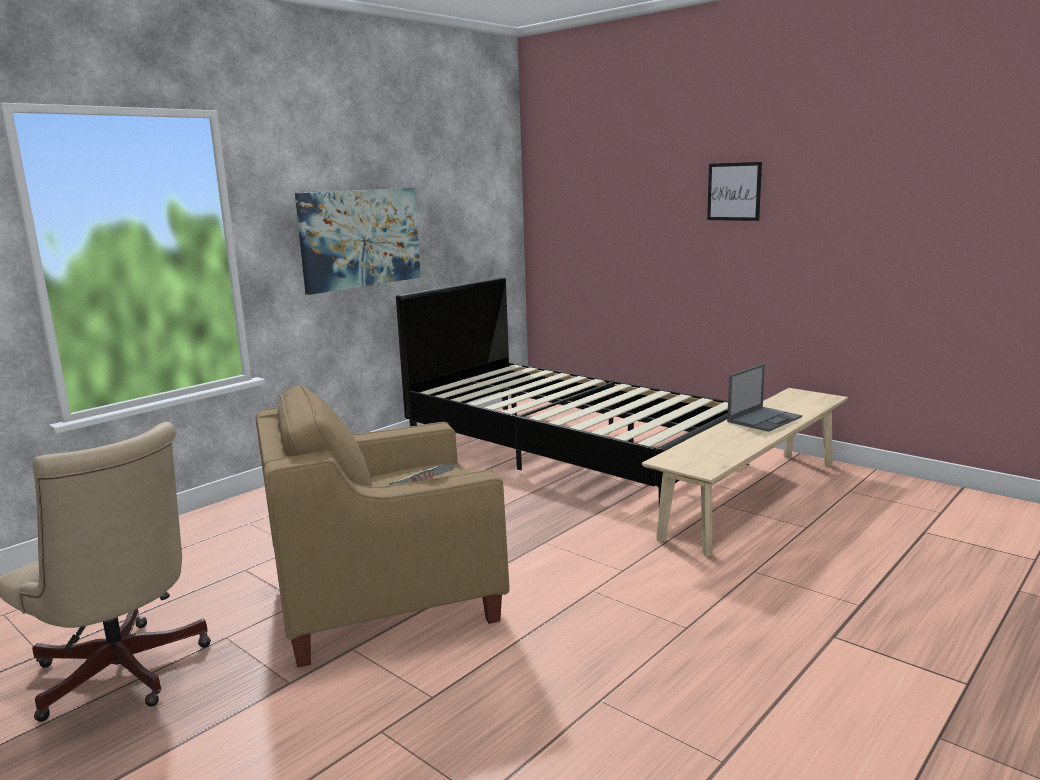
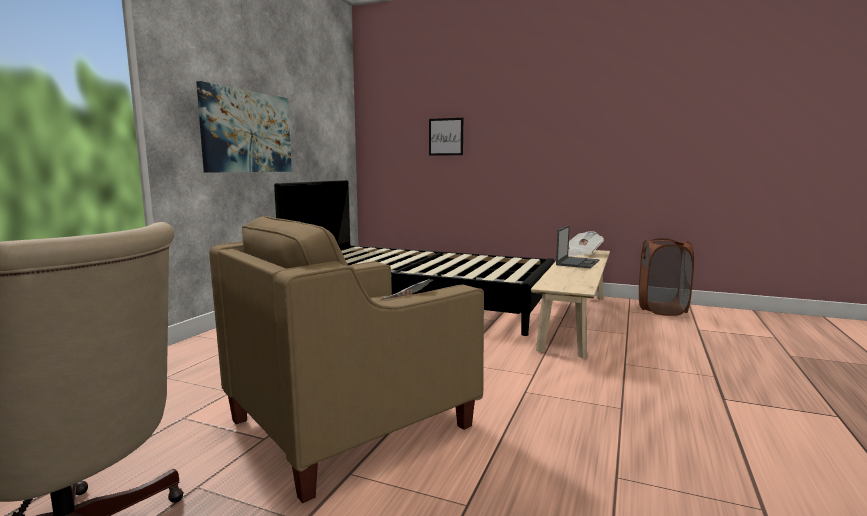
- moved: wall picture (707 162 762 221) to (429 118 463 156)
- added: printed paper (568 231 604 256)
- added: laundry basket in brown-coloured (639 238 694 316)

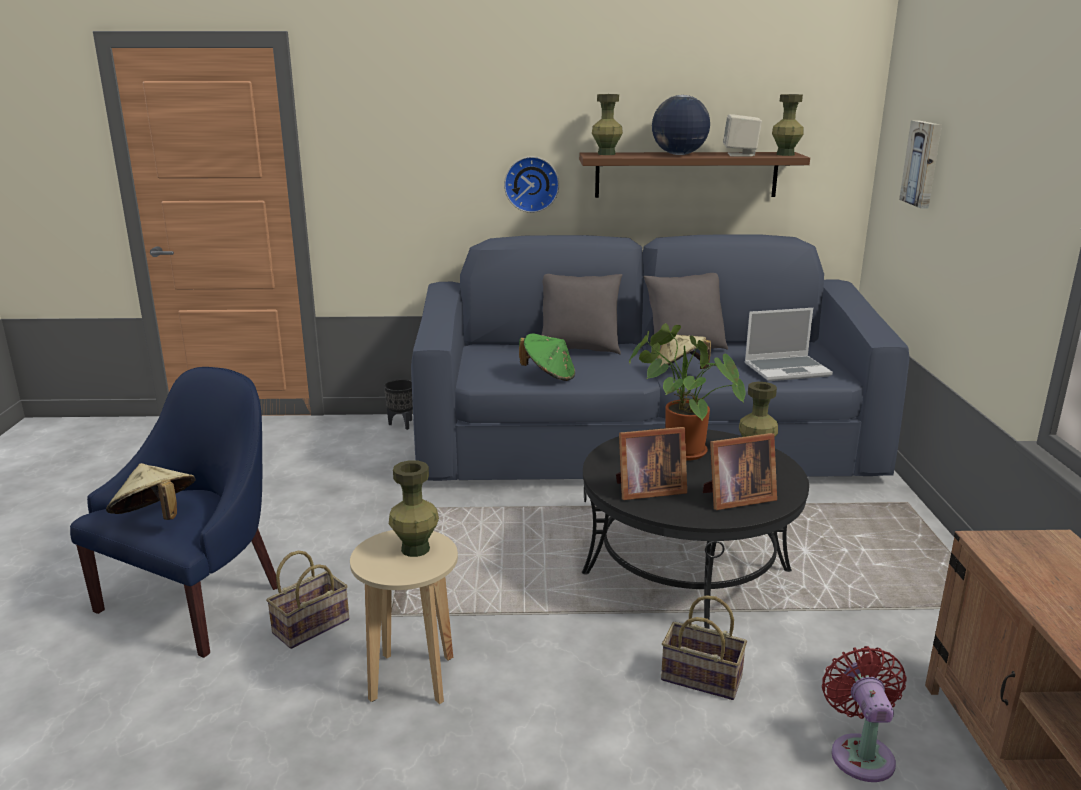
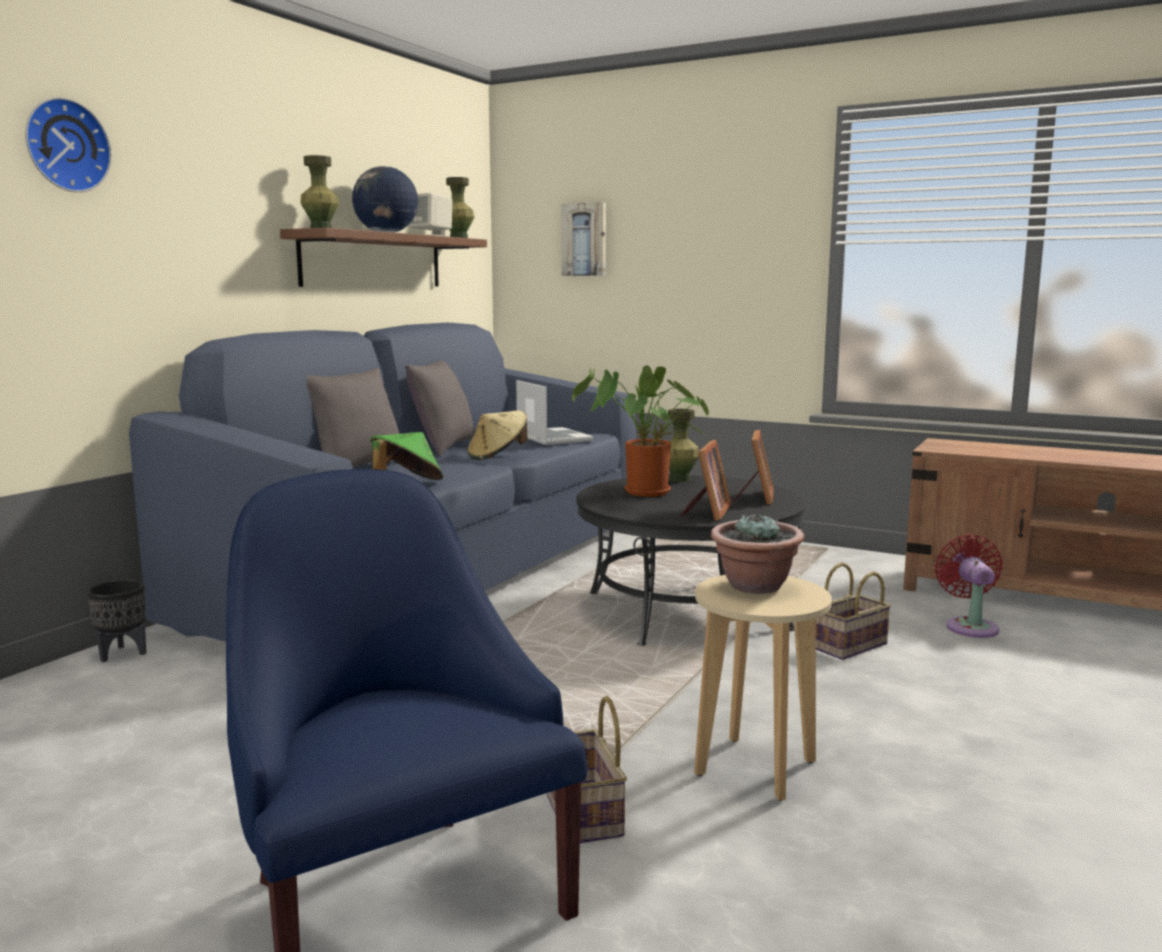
- removed: wearable hat in sand-coloured (106 463 195 520)
- replaced: vase in green (389 460 439 557) to potted plant (711 514 804 594)
- moved: clock on the wall (504 157 559 213) to (25 97 112 192)
- turned: portable computer (744 308 833 381) = (516 380 594 445) 45 degrees counterclockwise
- turned: cooling fan in red (822 646 906 782) = (935 534 1003 638) 60 degrees clockwise

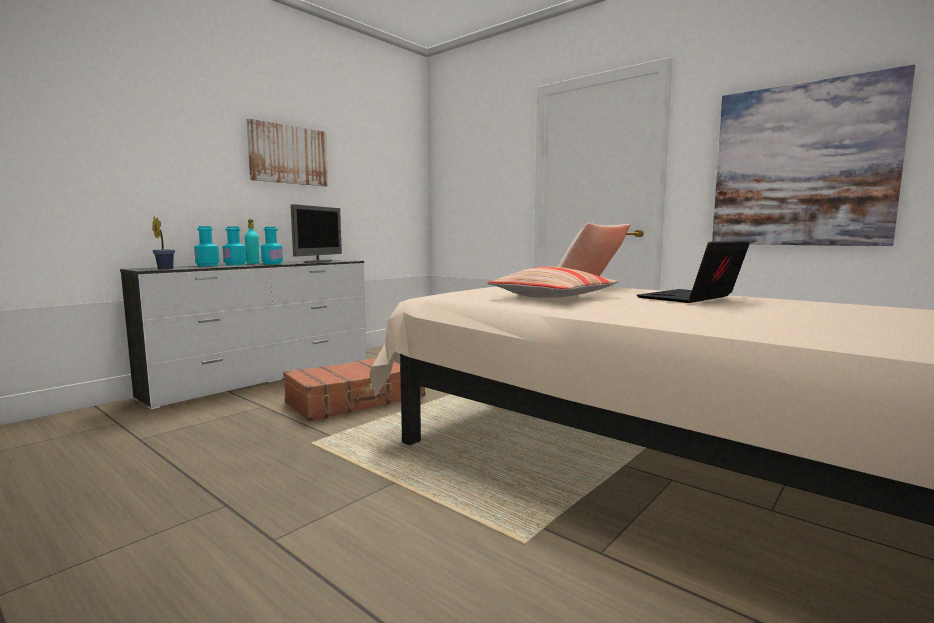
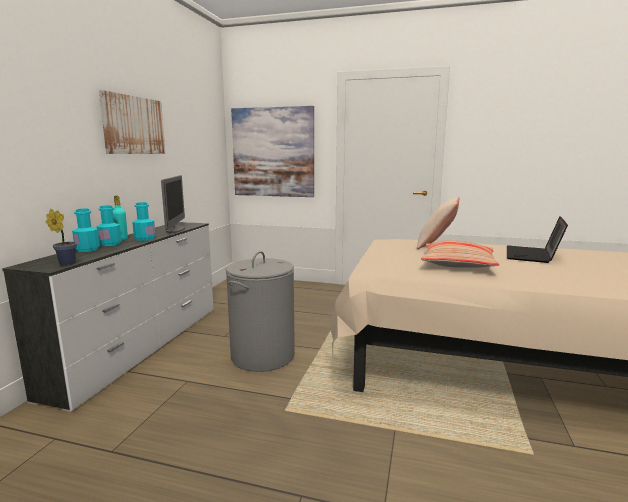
- replaced: piece of luggage in brown-coloured (283 358 426 422) to laundry basket in gray (226 251 295 372)
- moved: wall picture (712 64 915 246) to (231 106 314 197)

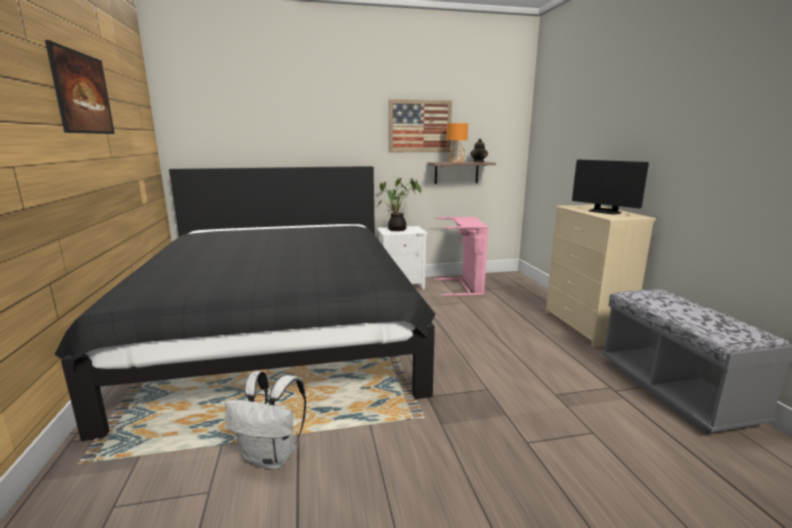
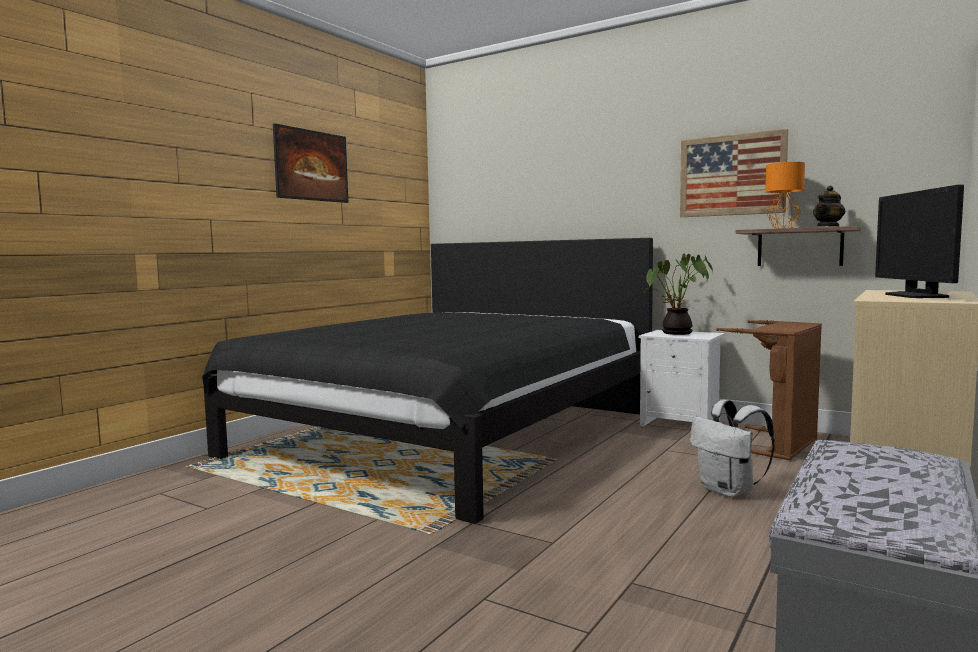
- moved: backpack in white (225 371 306 469) to (690 400 775 497)
- recoloured: laundry basket in pink-coloured (434 217 488 296) to laundry basket in brown-coloured (716 320 822 460)

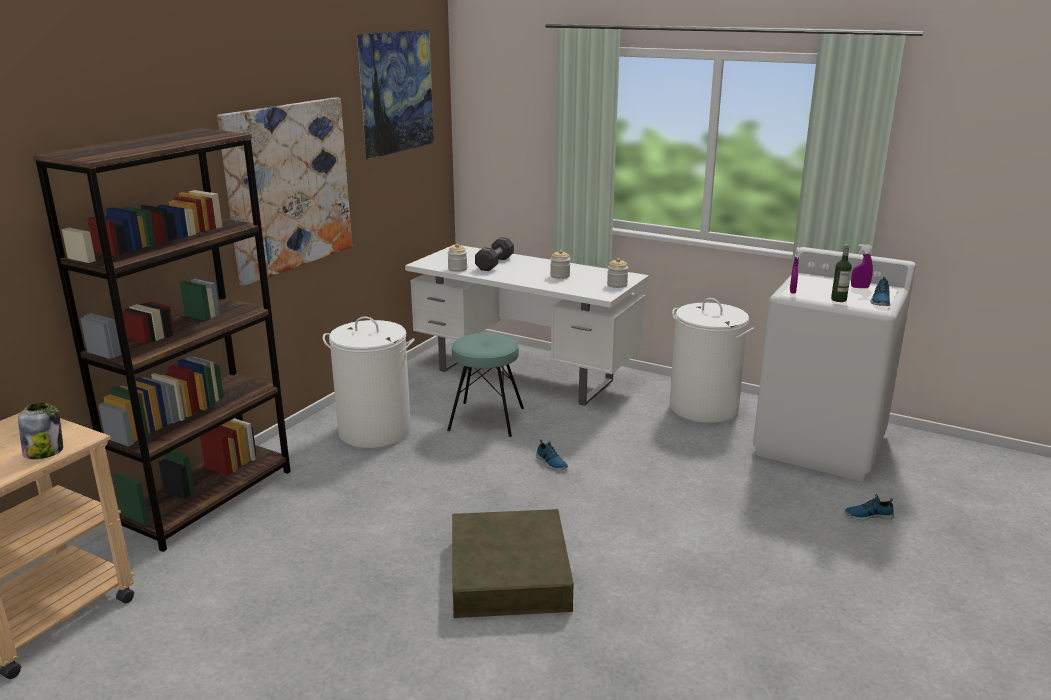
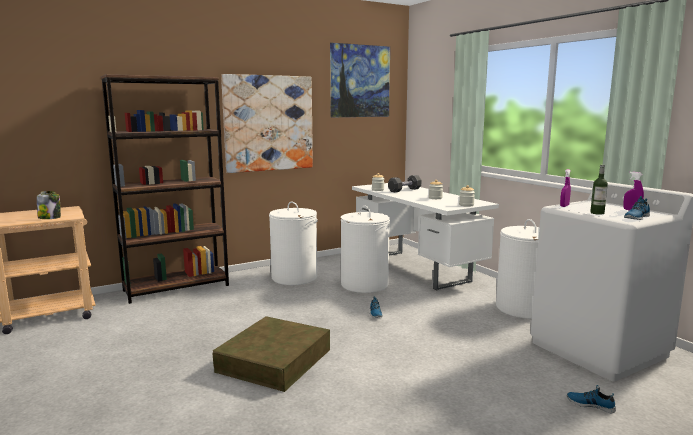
- replaced: stool in blue-green (447 333 524 437) to laundry basket in white (340 206 390 293)

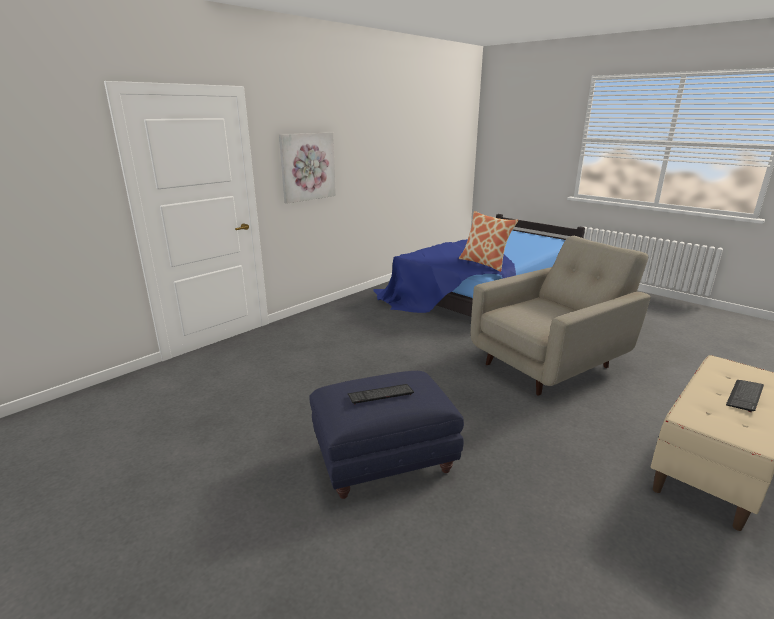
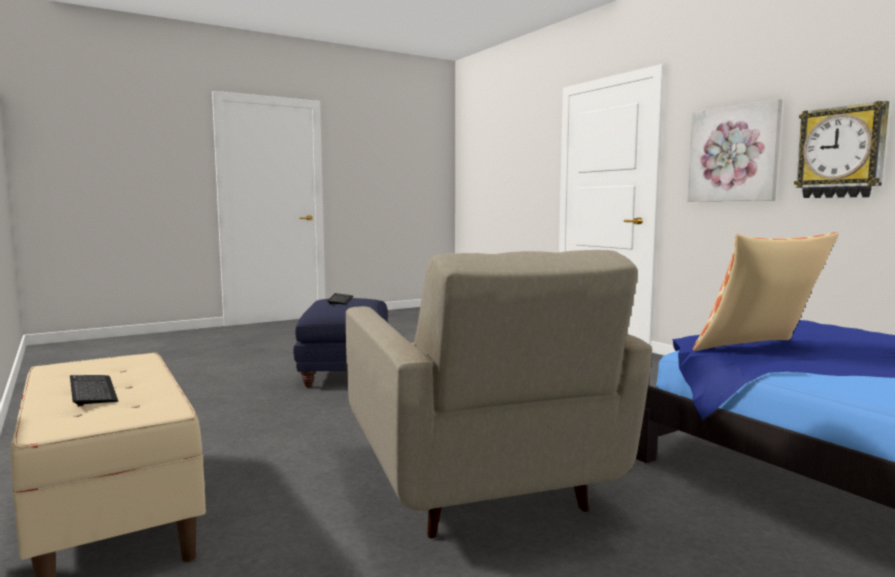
- added: clock on the wall (794 101 889 198)

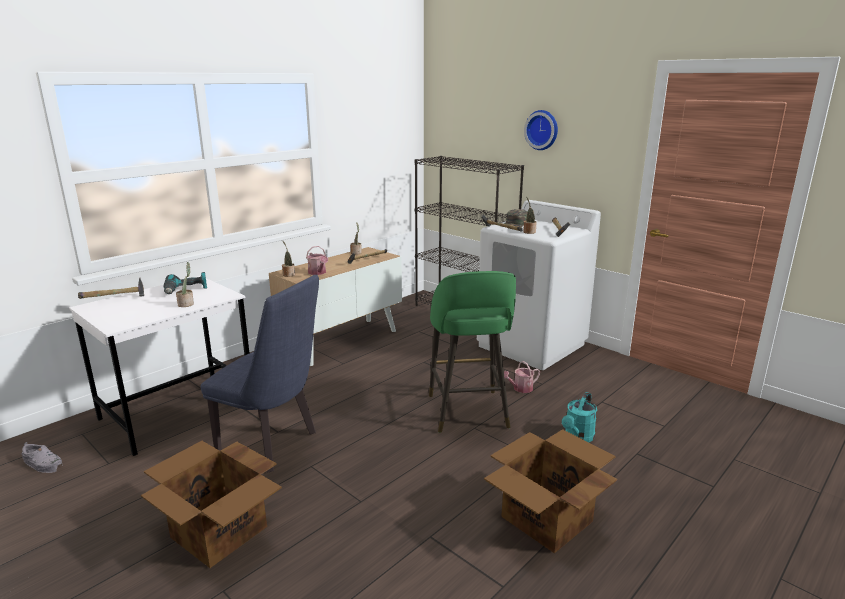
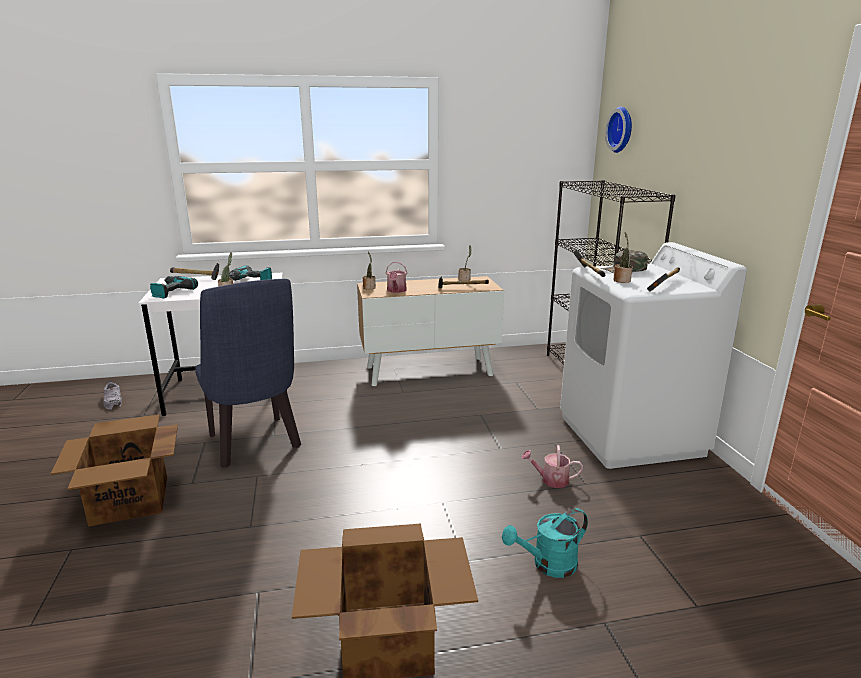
- removed: stool in green (429 271 516 433)
- moved: clock on the wall (524 110 558 150) to (605 107 632 153)
- added: electric drill (150 276 198 299)

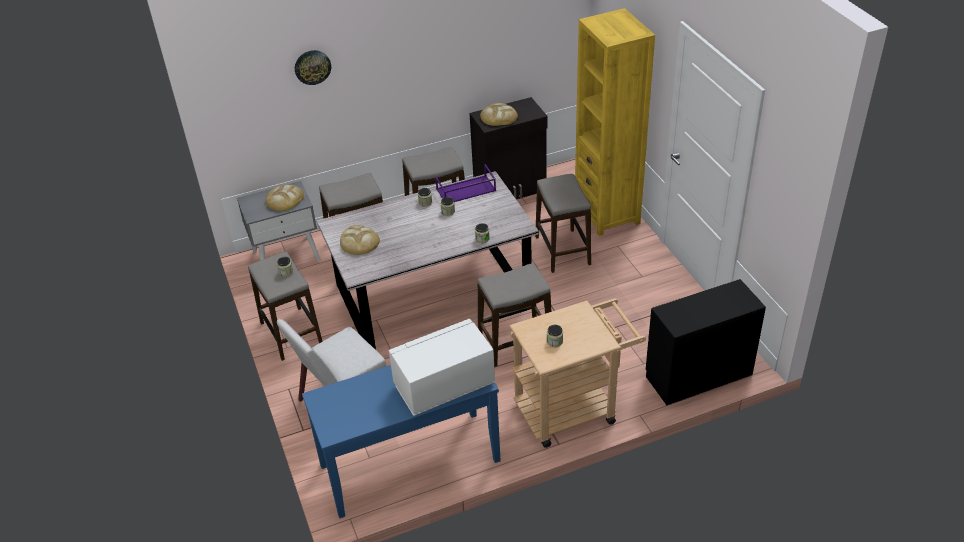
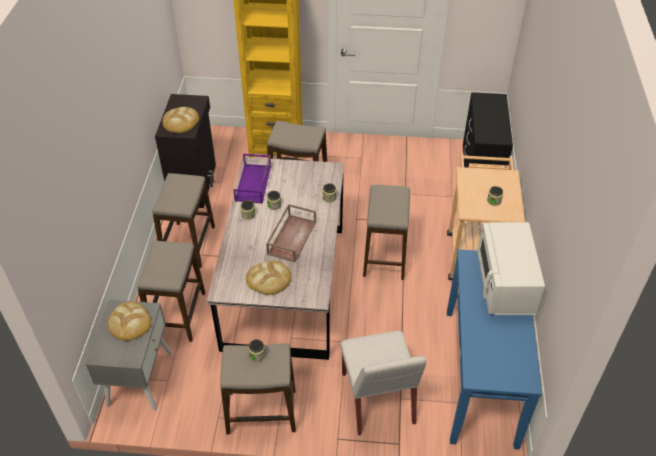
- removed: clock on the wall (295 50 331 85)
- added: carrying tray in brown-coloured (266 204 316 262)

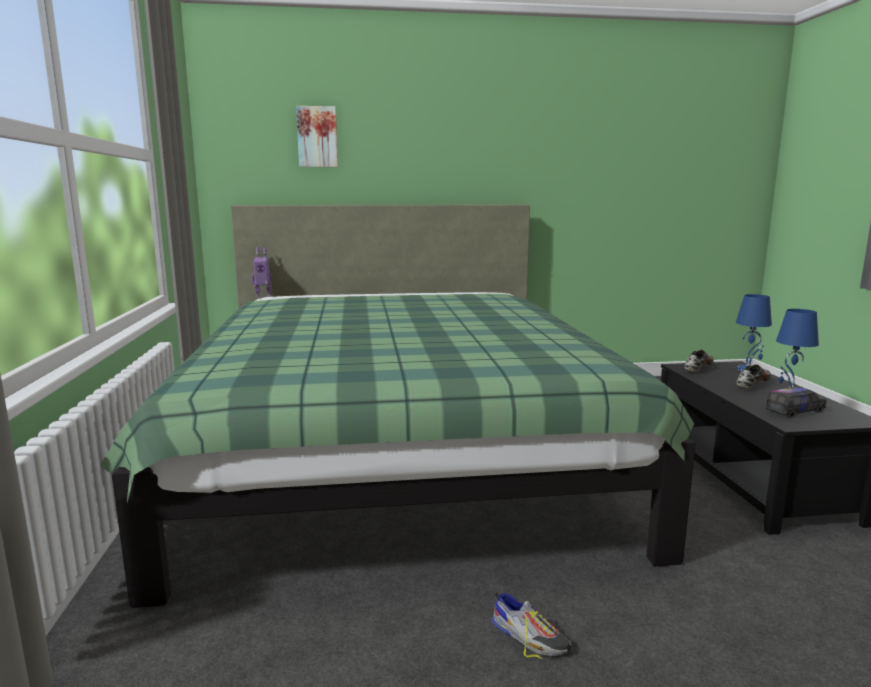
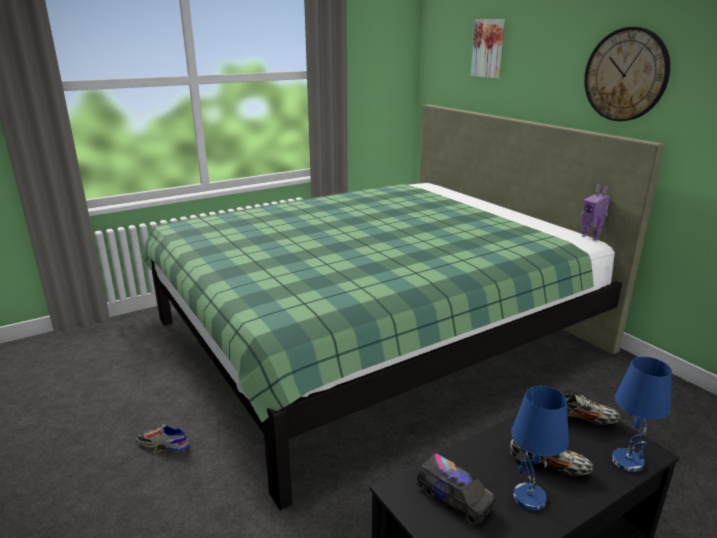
- moved: toy robot (252 247 272 297) to (581 184 610 240)
- turned: low shoe (492 592 571 659) = (137 424 190 454) 90 degrees clockwise
- added: clock on the wall (584 27 670 121)

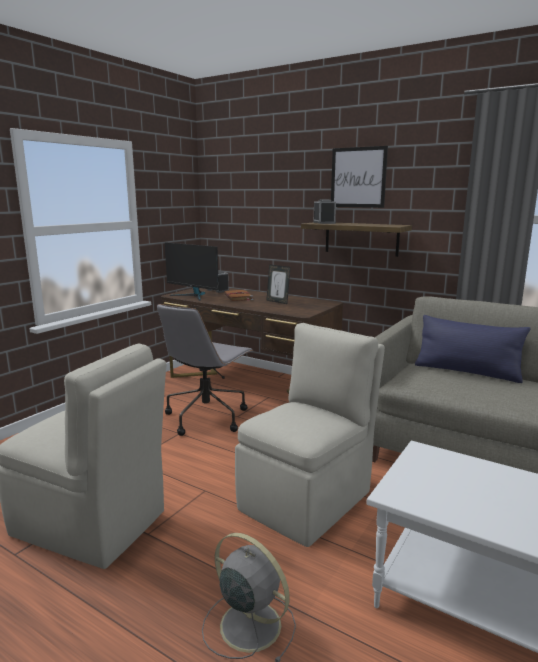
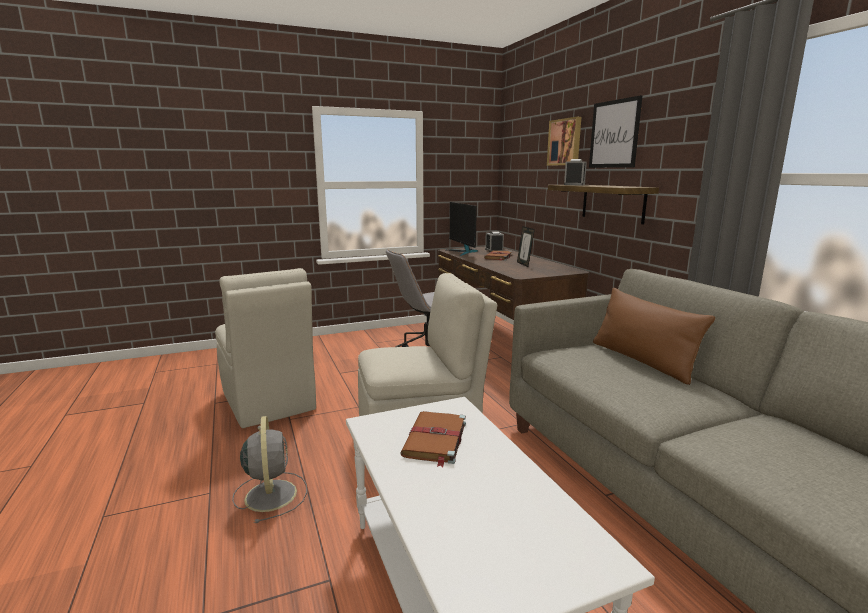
- recoloured: throw pillow in blue (415 315 530 383) to throw pillow in brown-coloured (593 288 715 385)
- added: book in brown-coloured (400 411 466 467)
- added: wall picture (547 117 581 166)

